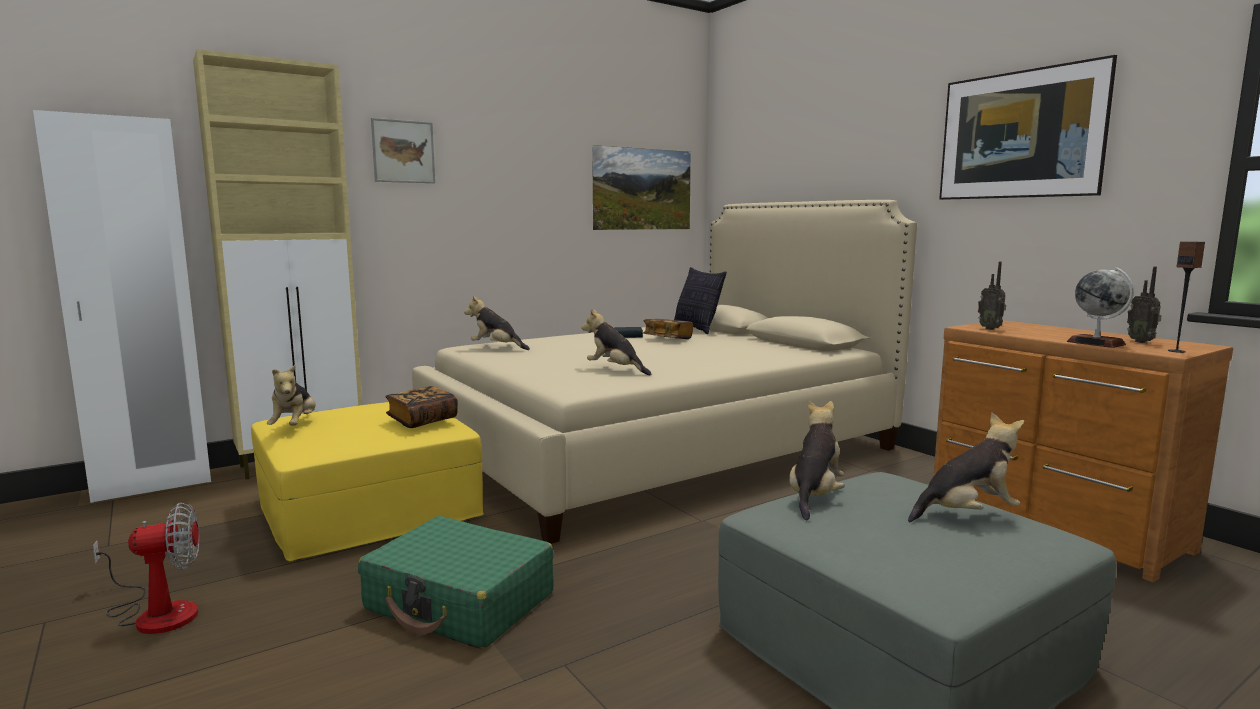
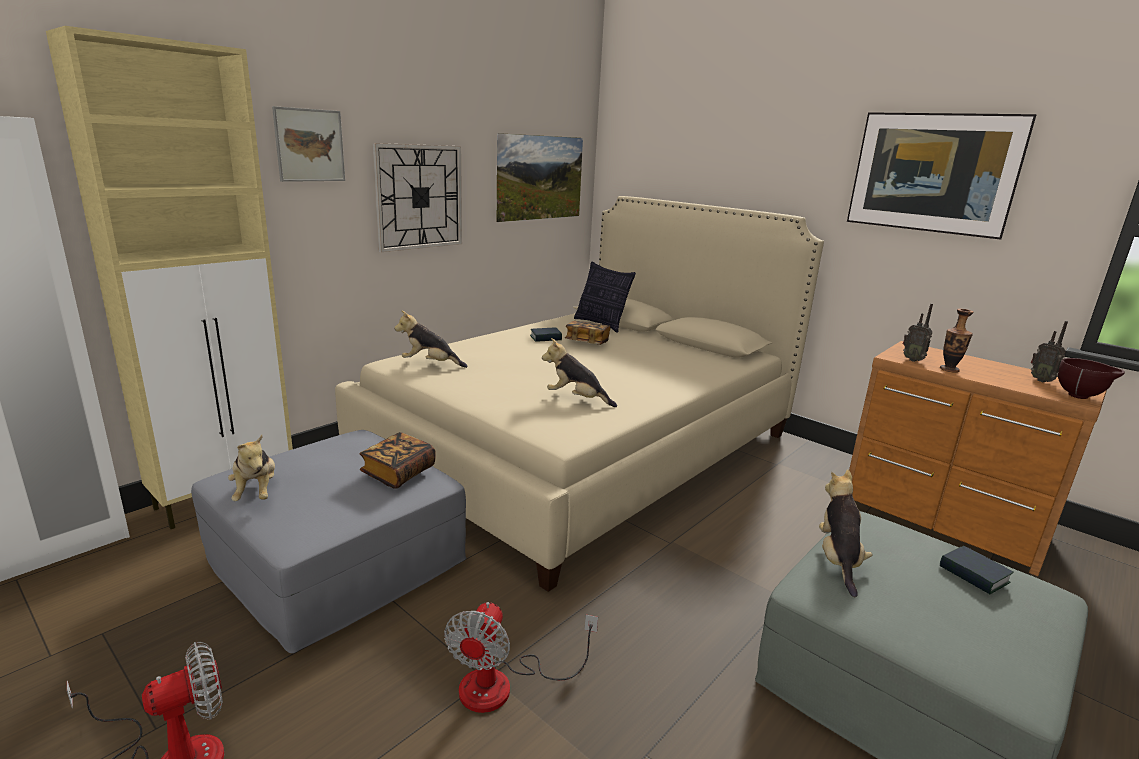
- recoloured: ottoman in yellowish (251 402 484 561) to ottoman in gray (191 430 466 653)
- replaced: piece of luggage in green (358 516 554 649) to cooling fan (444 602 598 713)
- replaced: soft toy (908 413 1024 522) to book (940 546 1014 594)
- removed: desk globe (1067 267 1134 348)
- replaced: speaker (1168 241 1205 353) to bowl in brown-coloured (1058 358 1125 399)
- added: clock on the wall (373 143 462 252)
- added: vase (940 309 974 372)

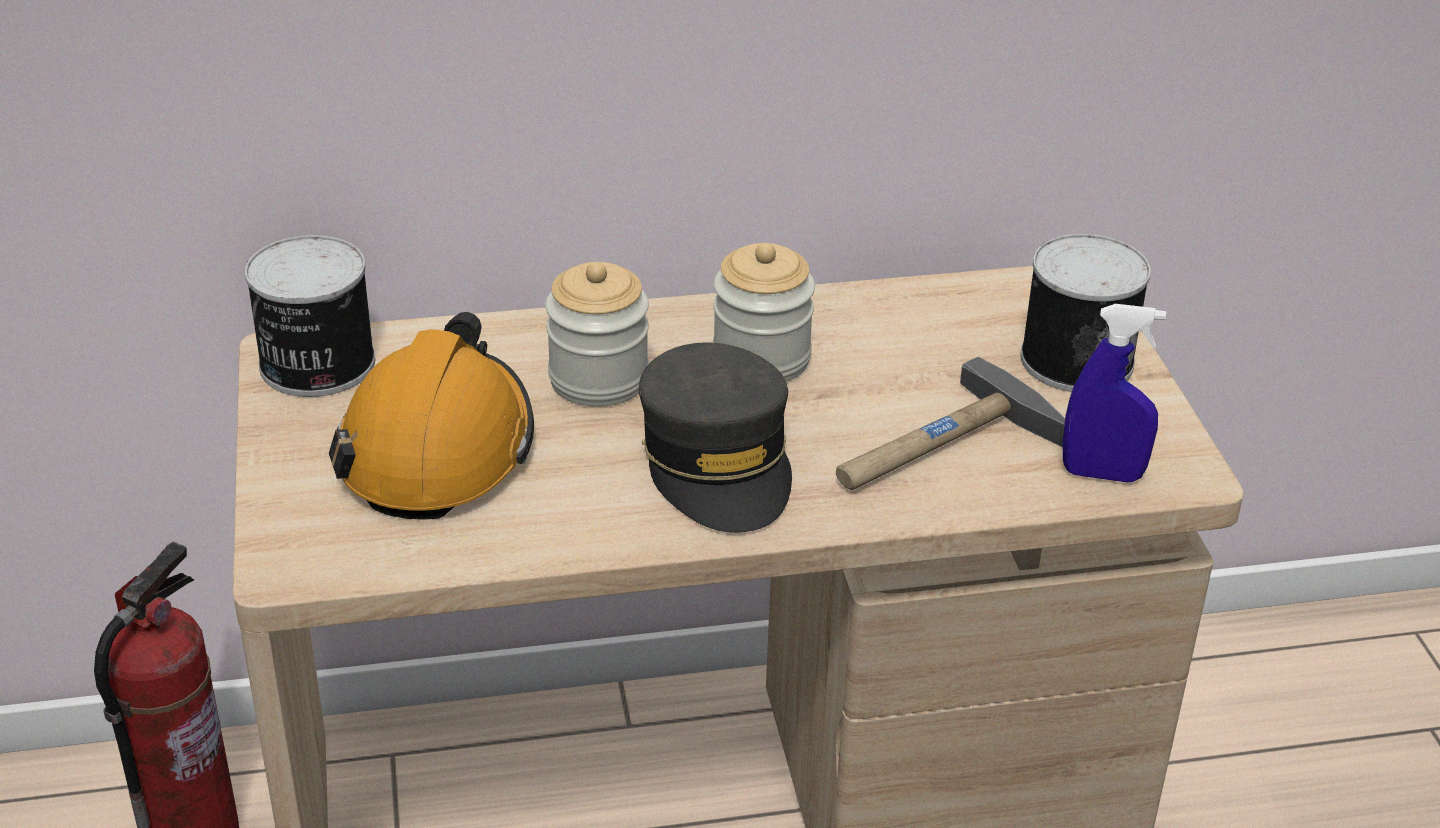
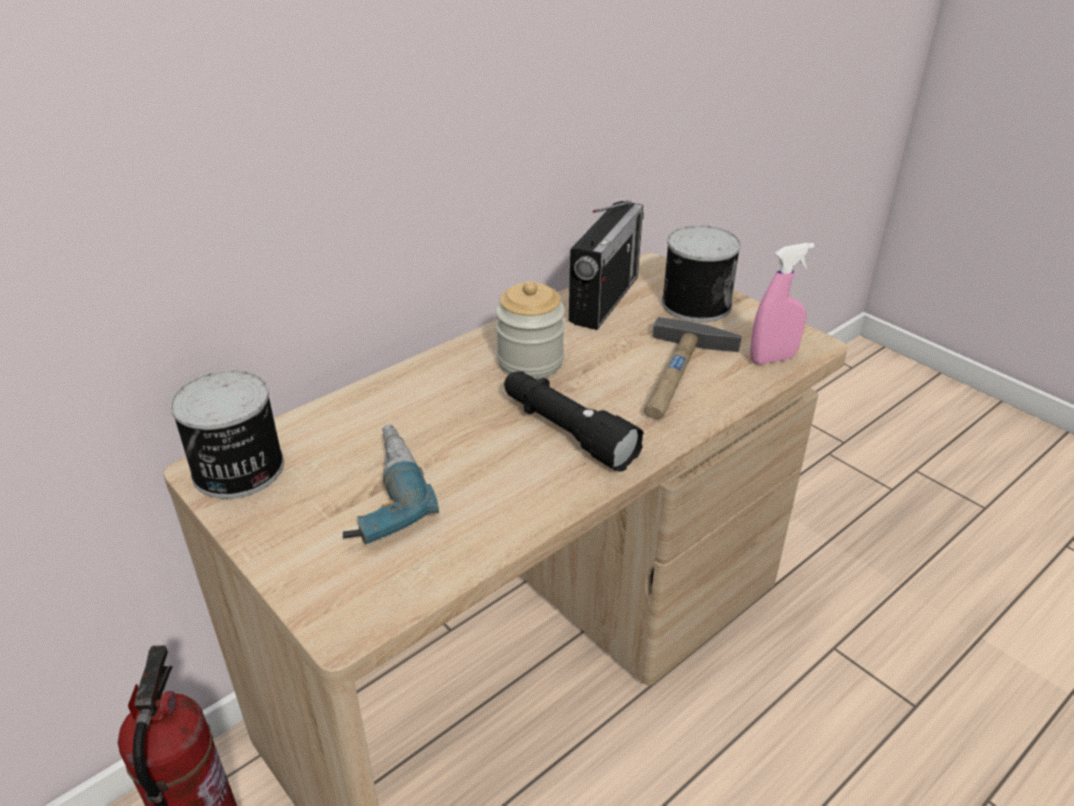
- replaced: safety helmet in orange (329 312 534 520) to electric drill (343 424 439 544)
- removed: storage jar (545 262 649 407)
- replaced: baseball cap in gray (639 342 792 533) to torch in black-coloured (504 371 644 472)
- recoloured: sprayer in blue (1063 304 1167 482) to sprayer in pink-coloured (750 243 815 365)
- added: radio (569 200 644 330)

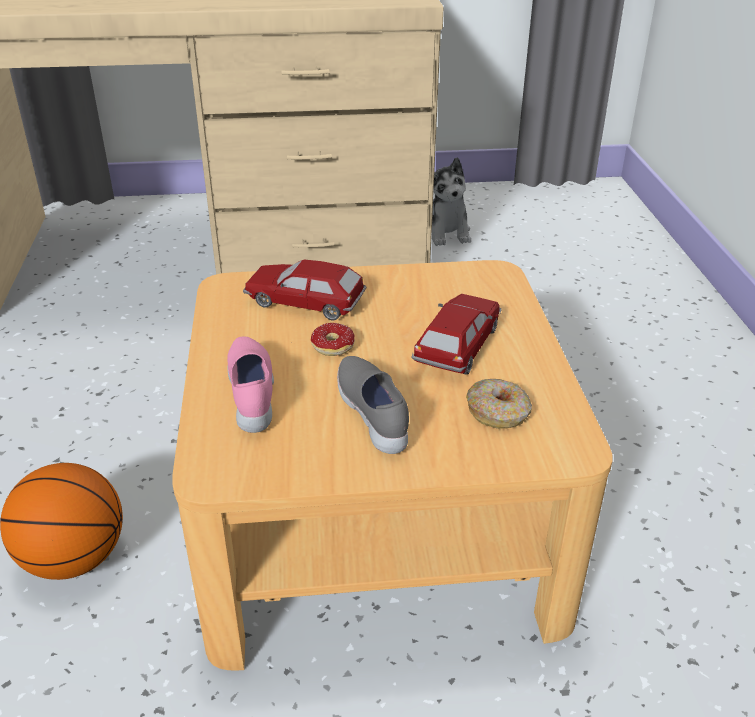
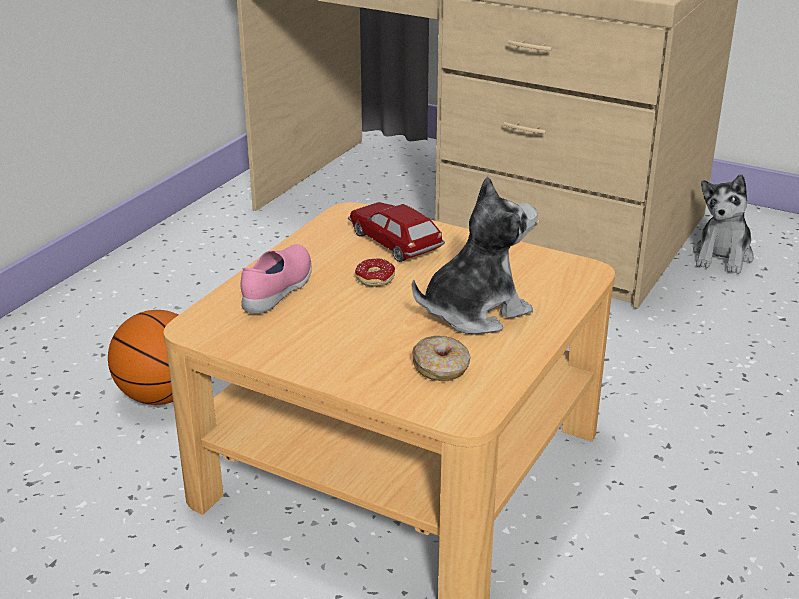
- removed: low shoe in gray (337 356 409 454)
- replaced: toy car (412 294 502 375) to soft toy (412 176 538 335)

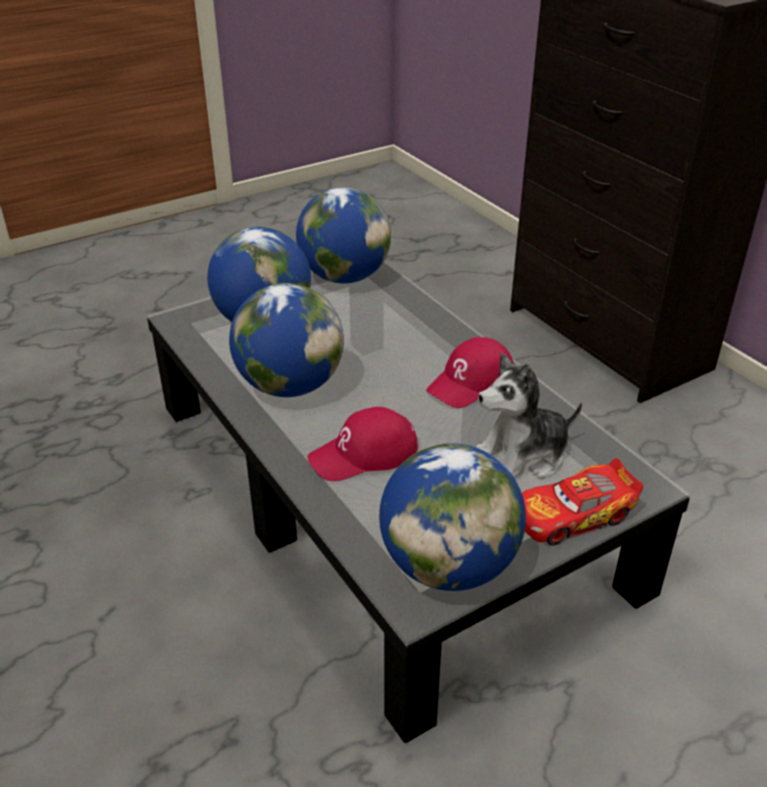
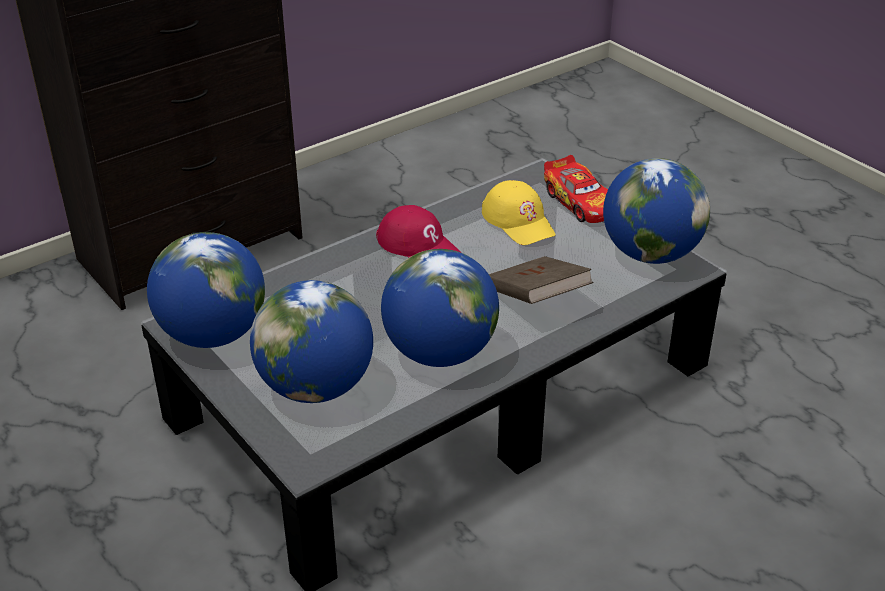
- replaced: baseball cap in red (307 407 418 481) to book in brown-coloured (489 256 594 304)
- replaced: soft toy (476 353 582 479) to baseball cap in yellowish (482 180 555 245)

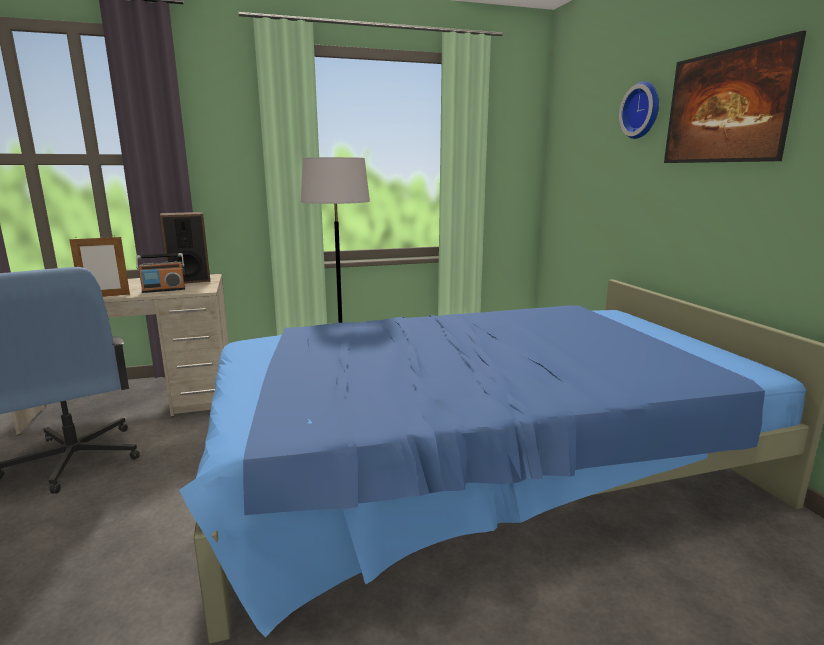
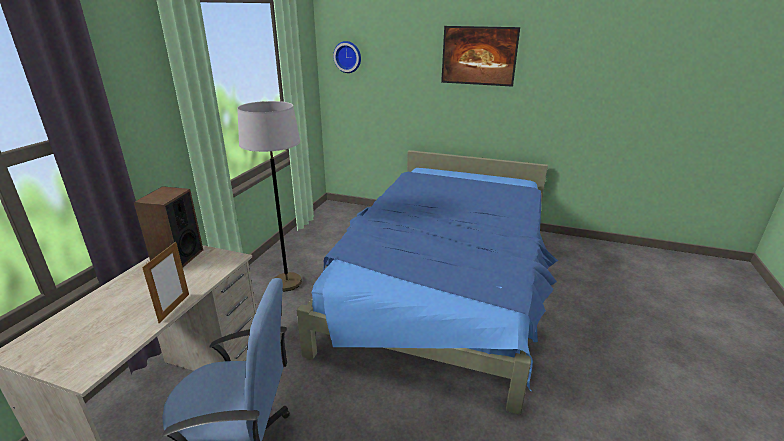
- removed: radio (136 253 185 293)
- moved: clock on the wall (619 81 659 139) to (333 41 361 73)

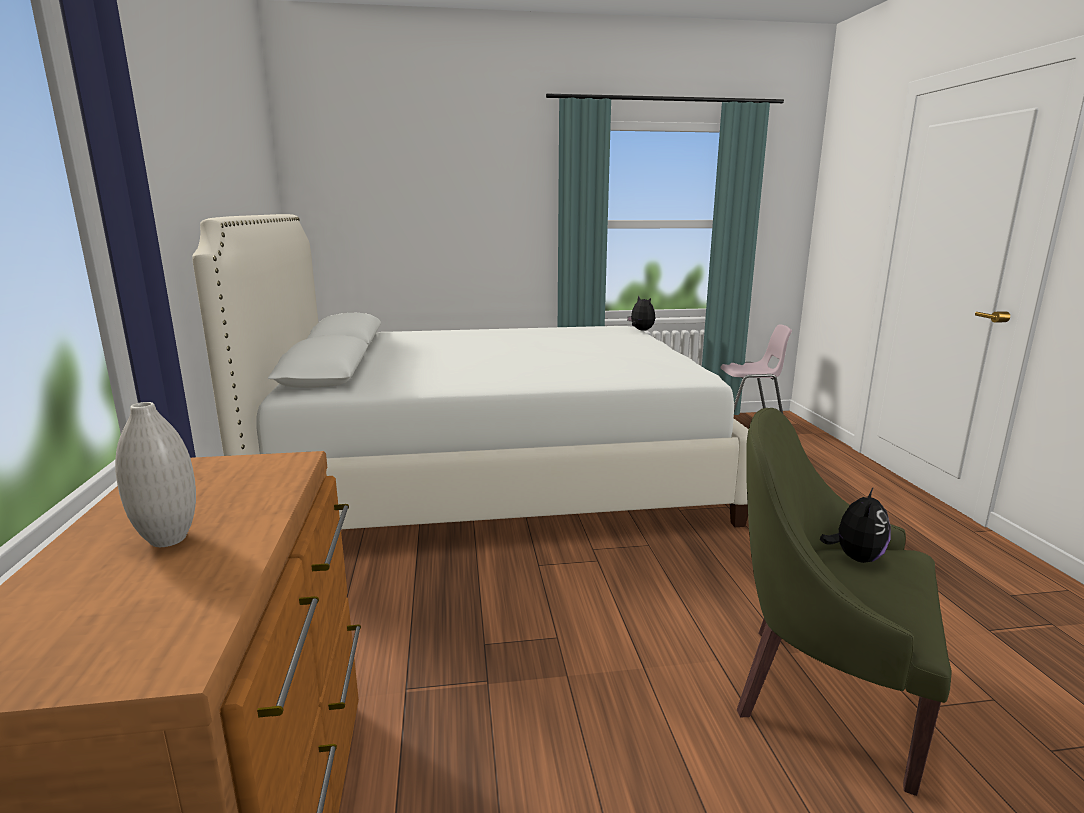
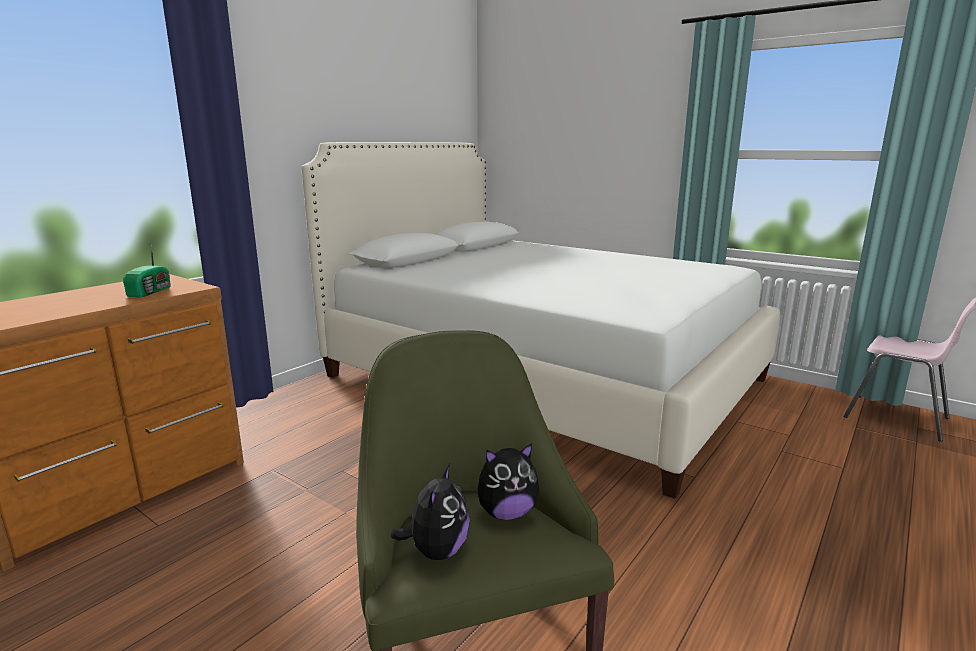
- removed: vase in white (115 402 196 547)
- moved: soft toy (627 296 655 331) to (391 464 470 560)
- added: radio (123 245 171 297)

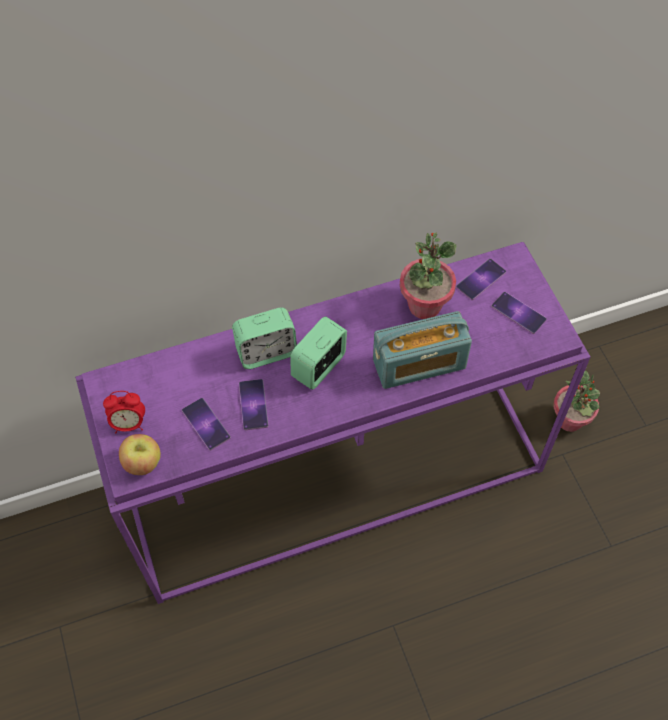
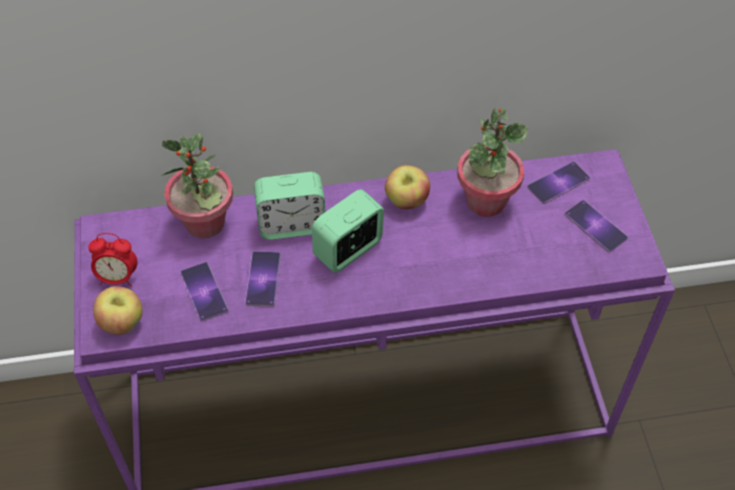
- removed: radio (373 311 472 389)
- moved: potted plant (553 371 600 432) to (161 134 233 238)
- added: apple (385 165 430 209)

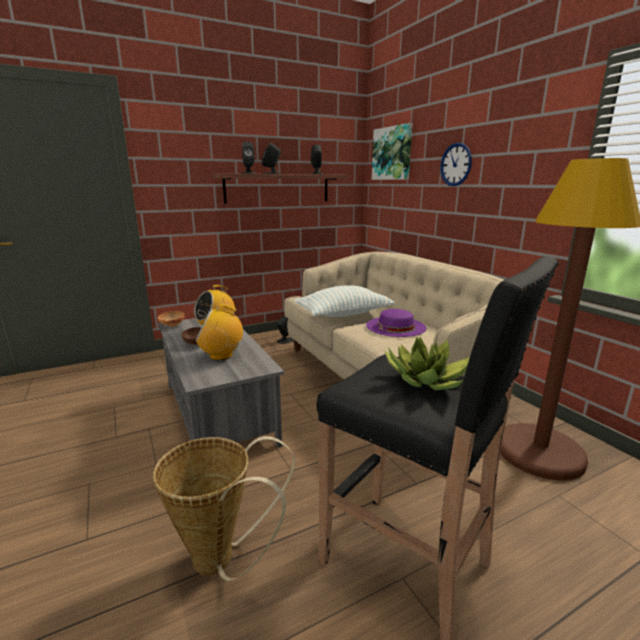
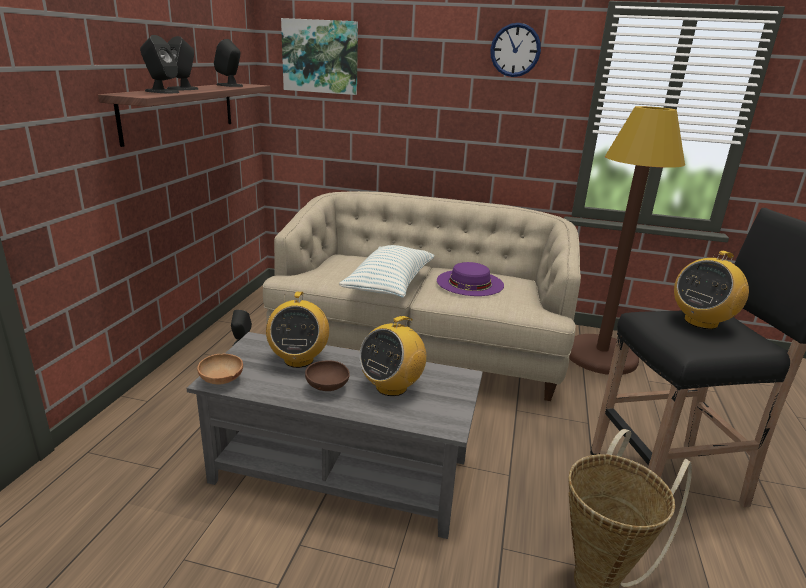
- replaced: potted plant (384 337 470 390) to radio (674 251 749 329)
- moved: clock on the wall (440 143 472 186) to (490 23 541 77)

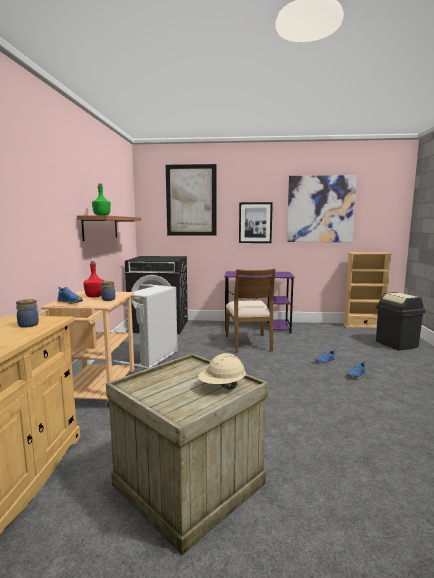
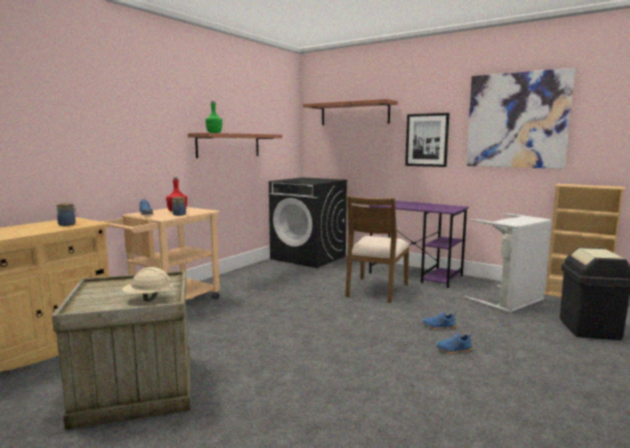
- moved: laundry basket in gray (113 284 178 369) to (464 213 552 313)
- replaced: wall picture (166 164 217 236) to bracket shelf (303 99 398 125)

